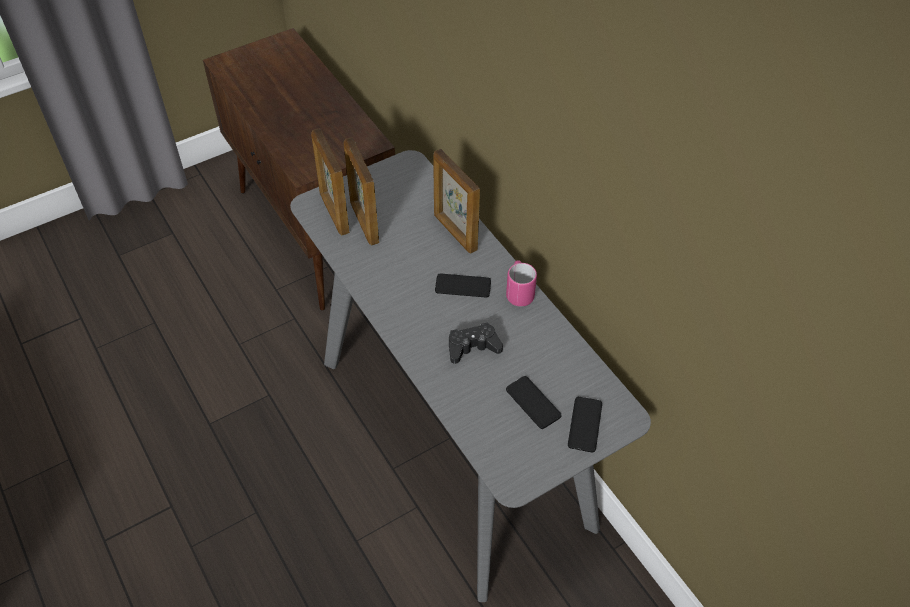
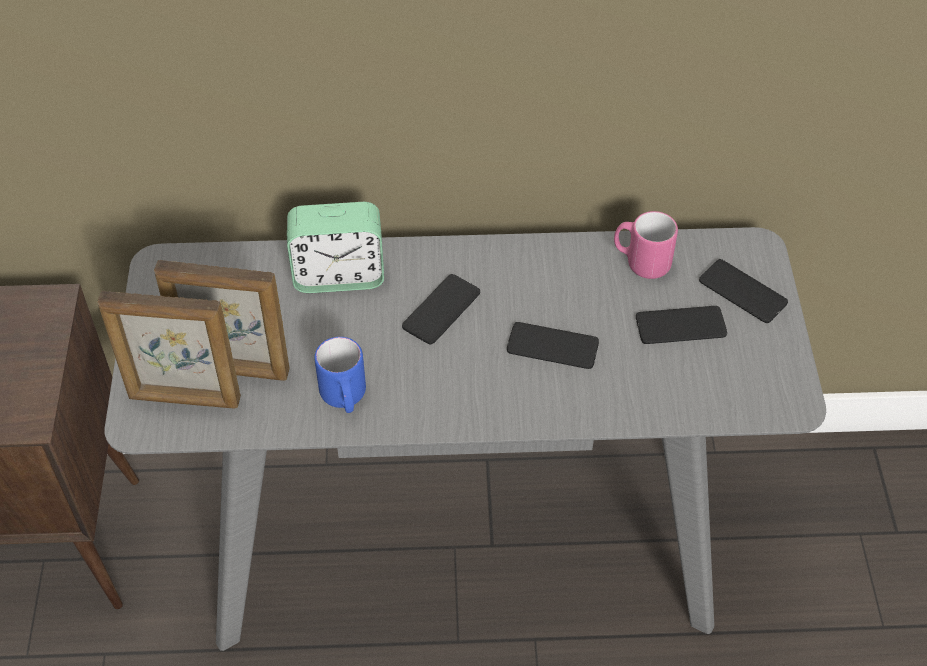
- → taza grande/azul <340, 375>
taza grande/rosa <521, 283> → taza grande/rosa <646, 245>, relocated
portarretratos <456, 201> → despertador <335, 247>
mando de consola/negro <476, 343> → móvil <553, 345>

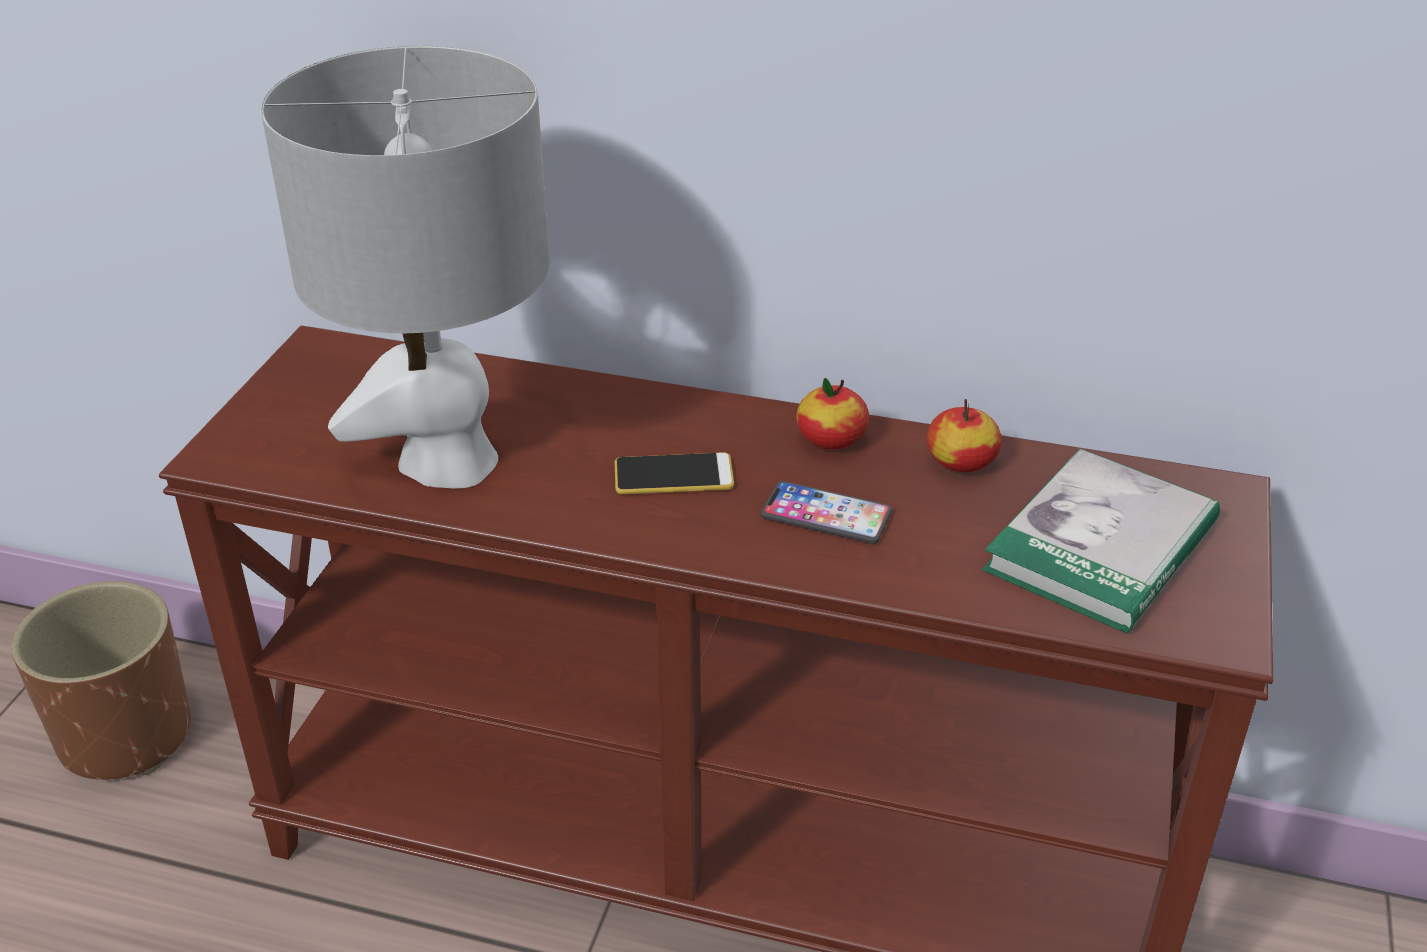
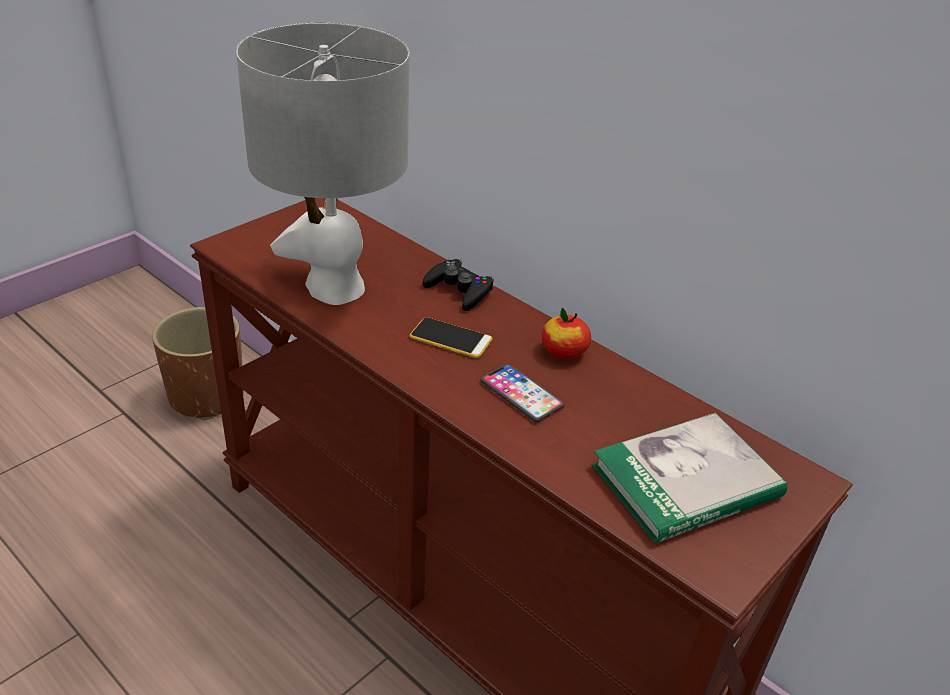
manzana <964, 435> → -
- → mando de consola/negro <458, 285>

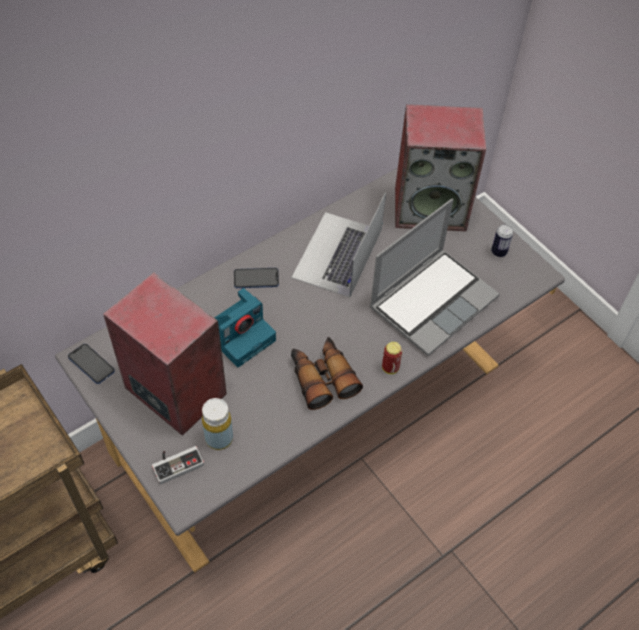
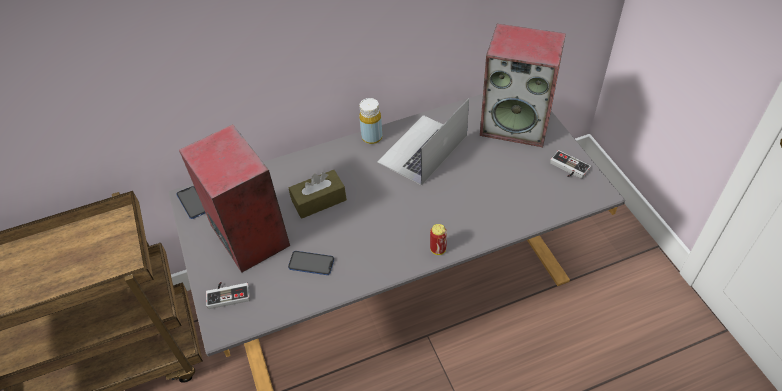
prismáticos <327, 373> → -
portátil <434, 277> → -
botella/amarillo <217, 424> → botella/amarillo <370, 121>, relocated
móvil <256, 278> → móvil <311, 263>, relocated
cámara <245, 327> → caja de pañuelos/marrón <318, 194>
lata <502, 240> → mando de consola <570, 164>

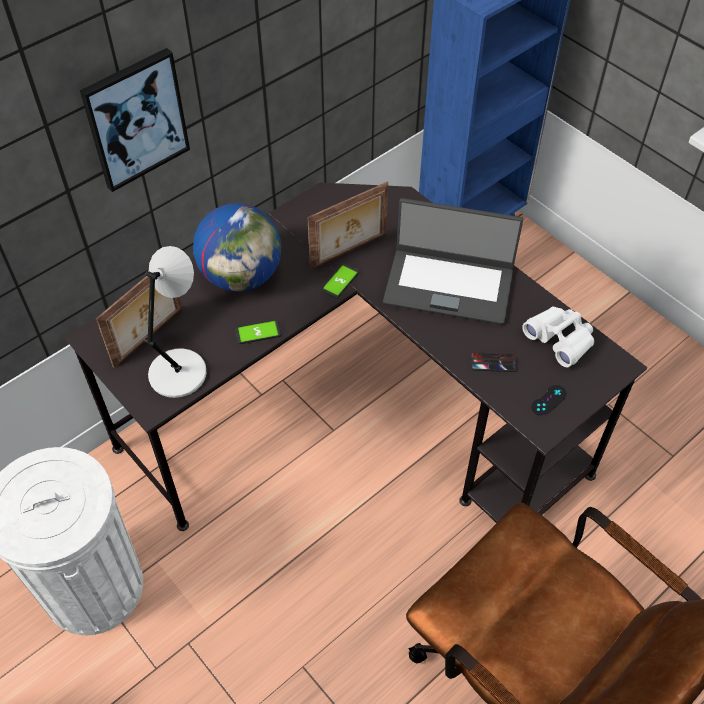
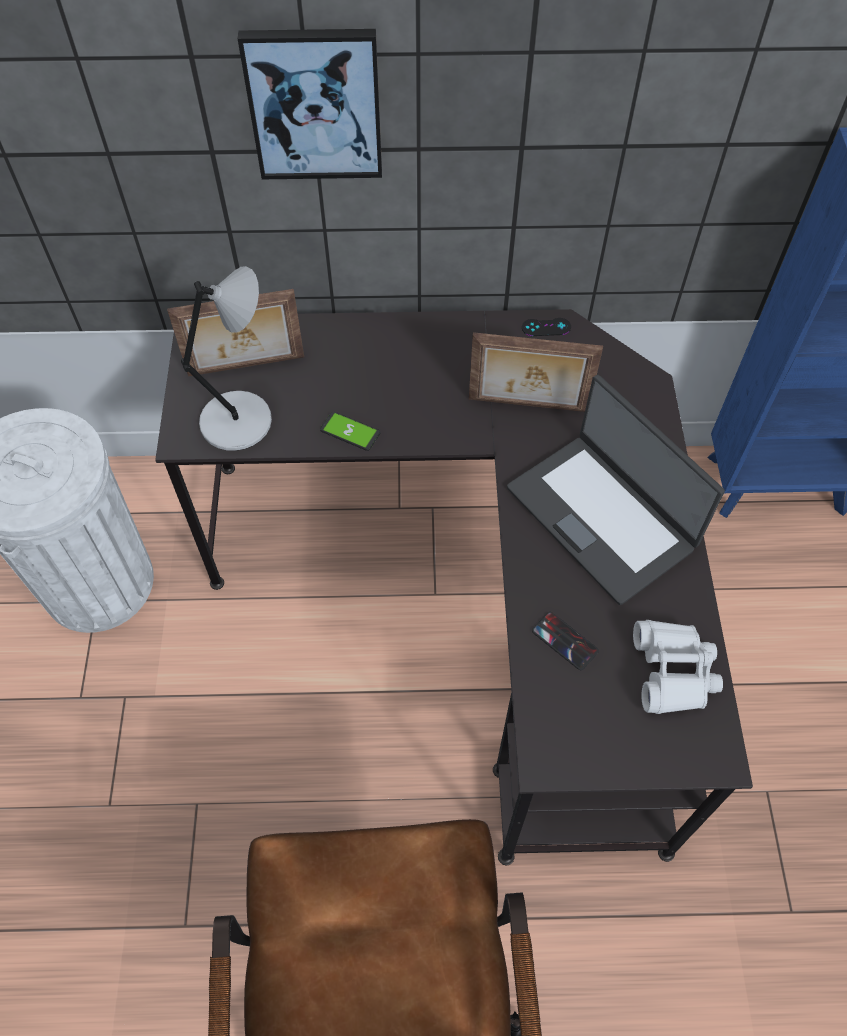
globo terráqueo <237, 247> → -
móvil <340, 281> → -
mando de consola/negro <549, 400> → mando de consola/negro <546, 327>, relocated

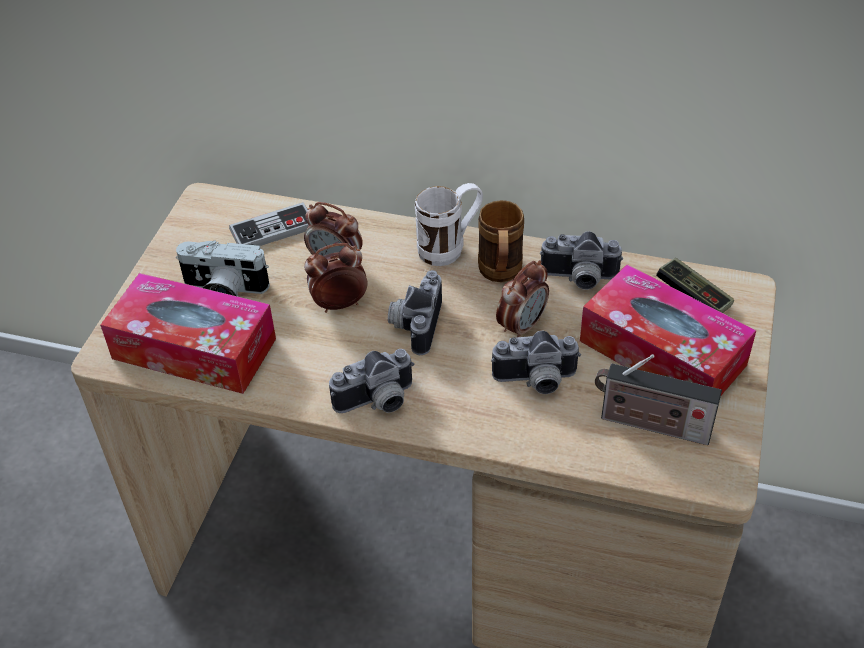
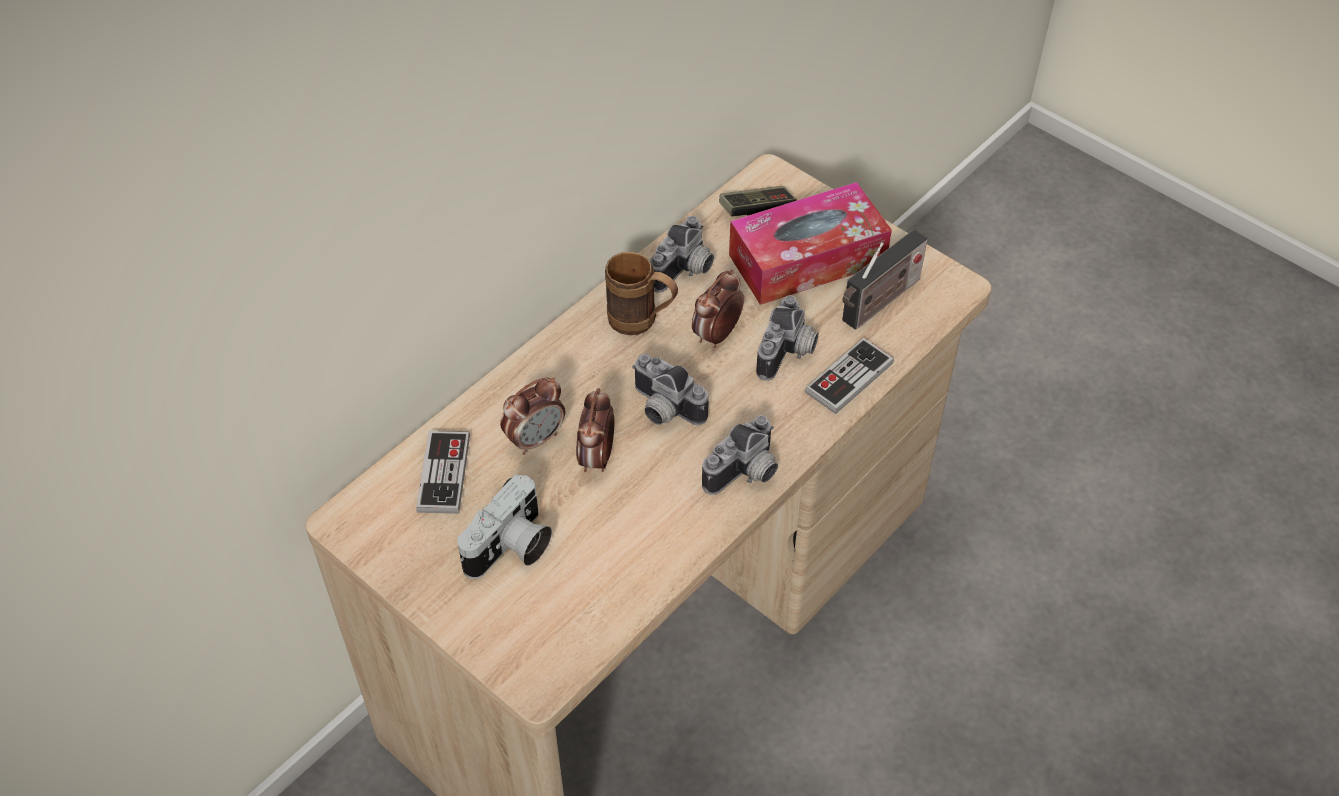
caja de pañuelos <188, 333> → -
taza grande/blanco <449, 224> → -
- → mando de consola <849, 376>
cámara <372, 381> → cámara <740, 455>, 45 degrees clockwise
despertador <522, 298> → despertador <718, 308>, 120 degrees counterclockwise

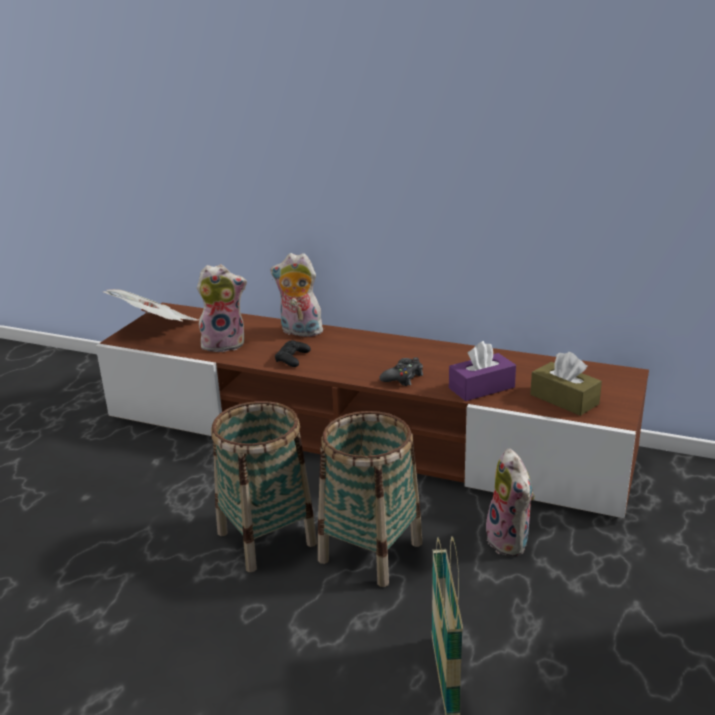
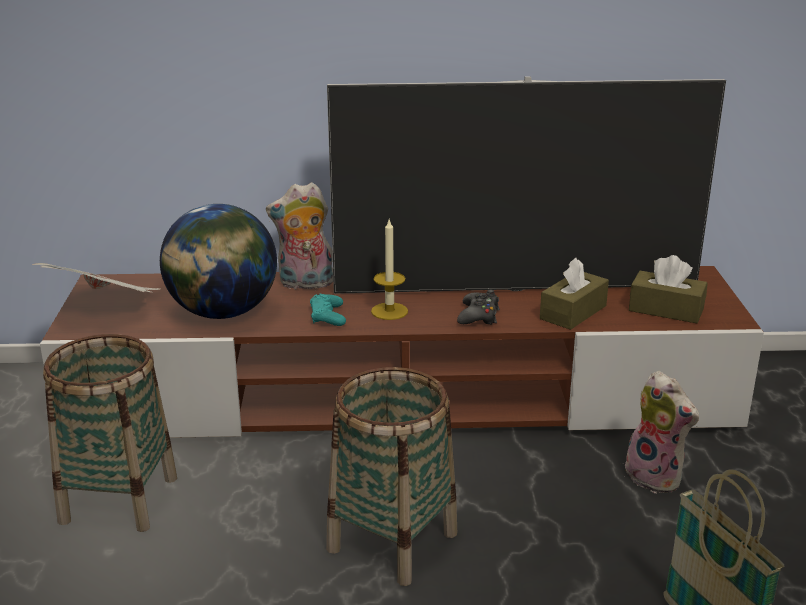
- → televisor <526, 185>
- → vela <389, 270>
cesta <370, 499> → cesta <110, 433>, relocated
peluche <222, 308> → globo terráqueo <218, 261>
mando de consola/negro <293, 353> → mando de consola/turquesa <328, 310>
caja de pañuelos/morado <482, 371> → caja de pañuelos/marrón <574, 294>

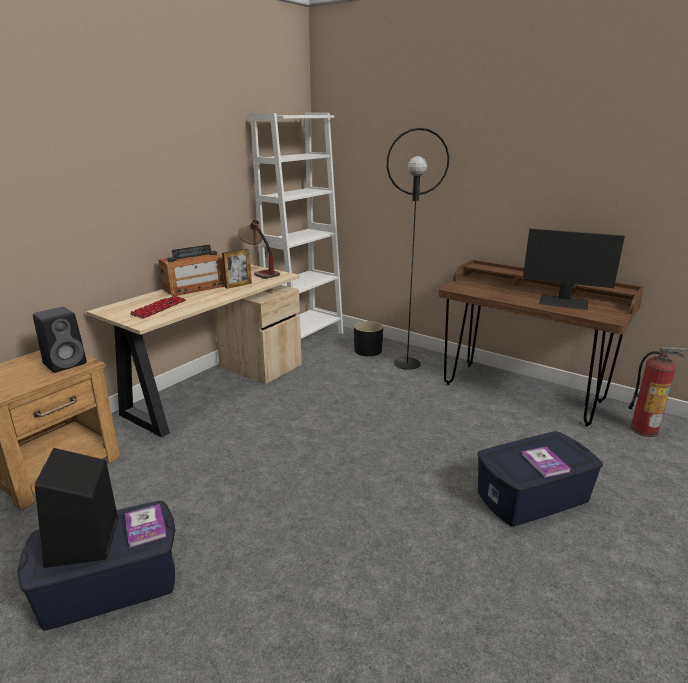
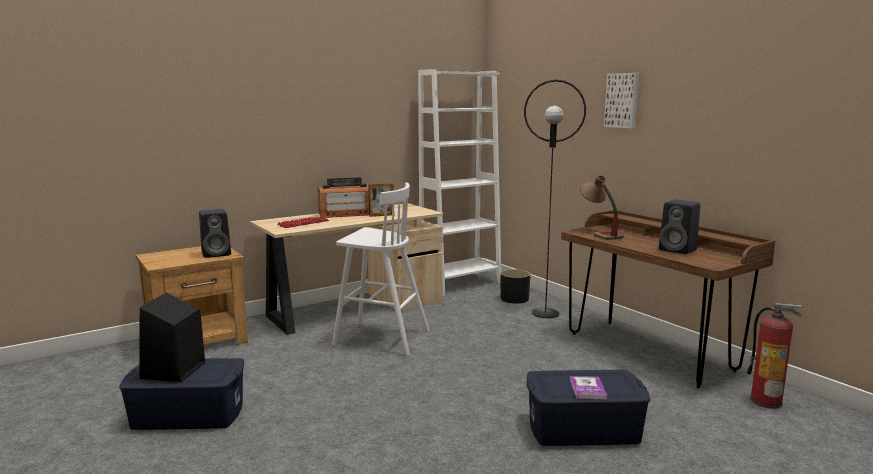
libro <146, 526> → -
- → taburete/blanco <381, 269>
- → cuadro <621, 100>
lámpara de mesa <259, 249> → lámpara de mesa <602, 207>, relocated
monitor <574, 269> → altavoz/negro <679, 227>

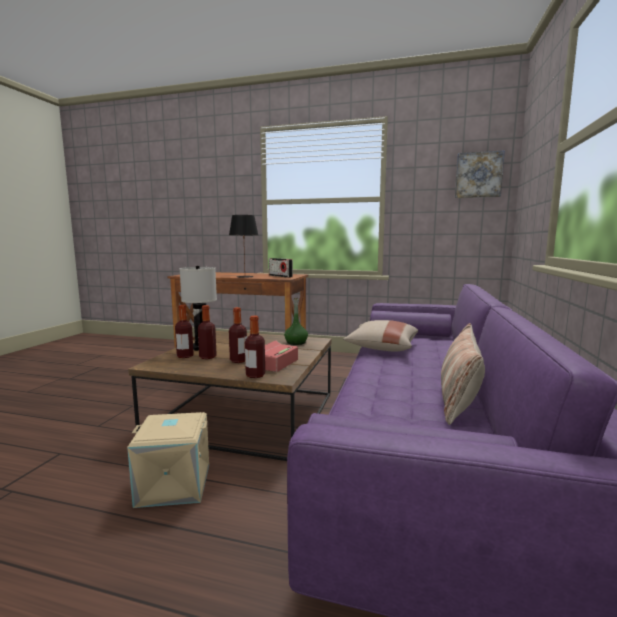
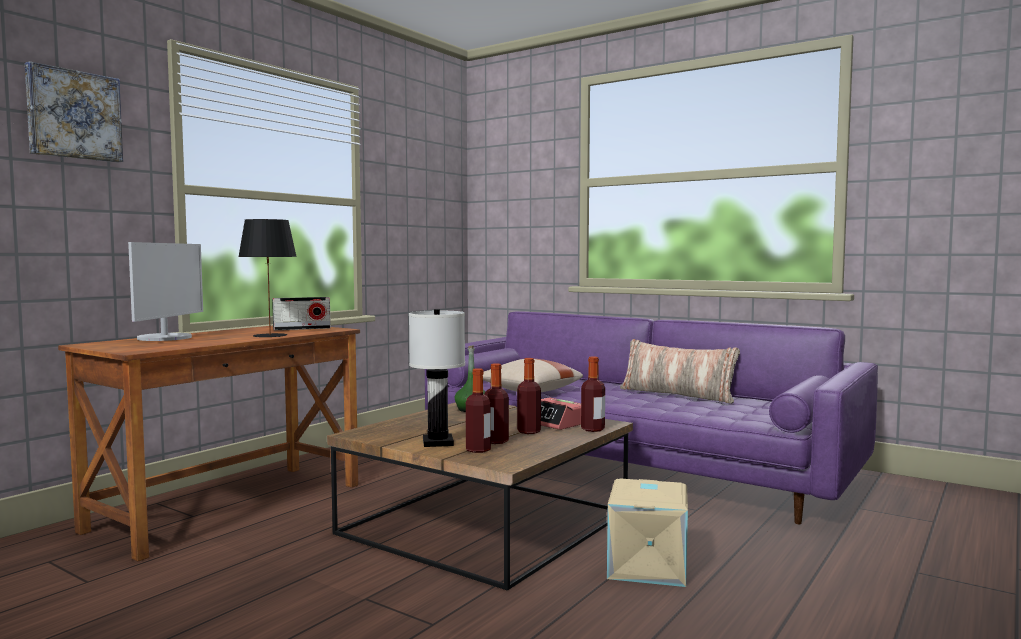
- → monitor <165, 291>
cuadro <480, 174> → cuadro <74, 111>, relocated

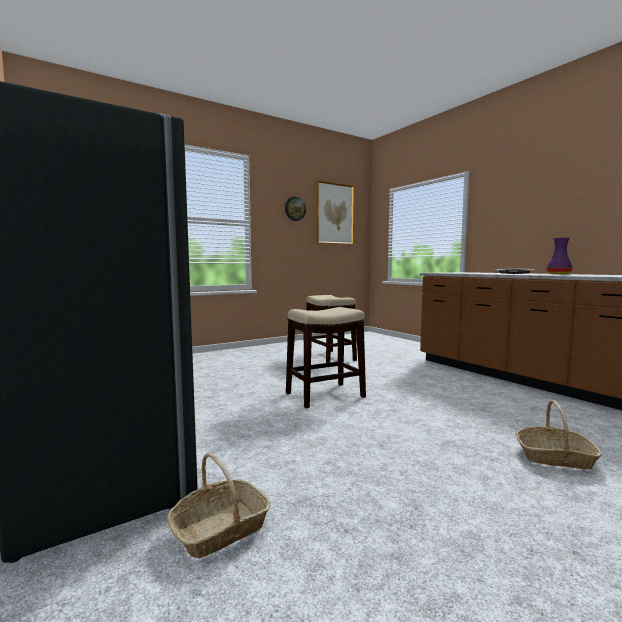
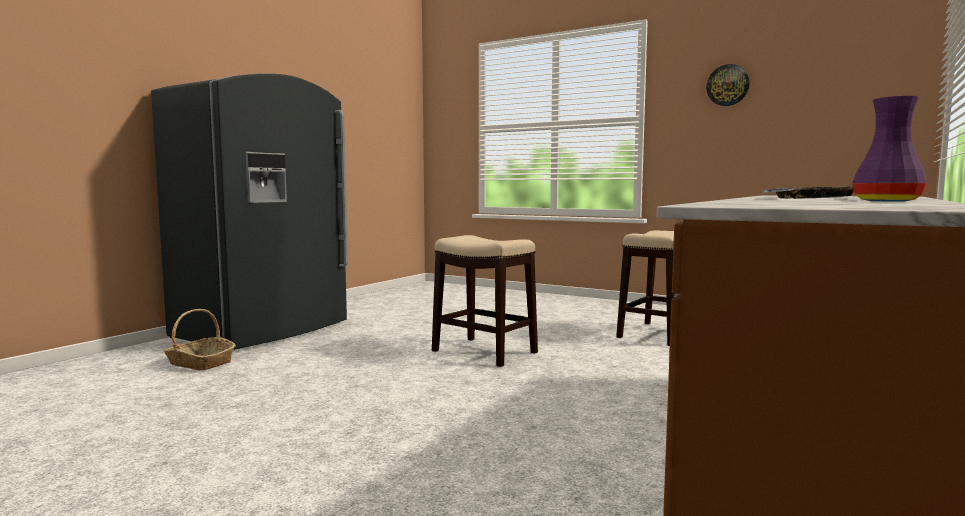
cuadro <335, 212> → -
cesta <558, 435> → -

